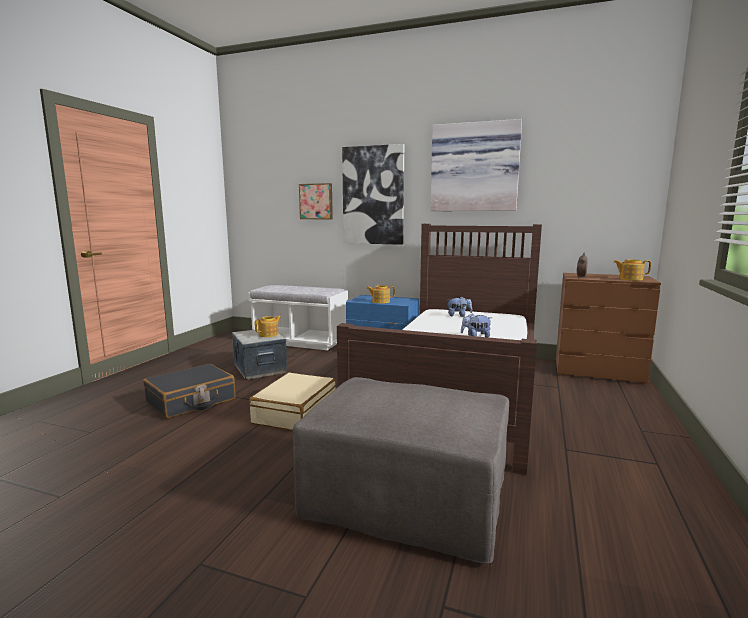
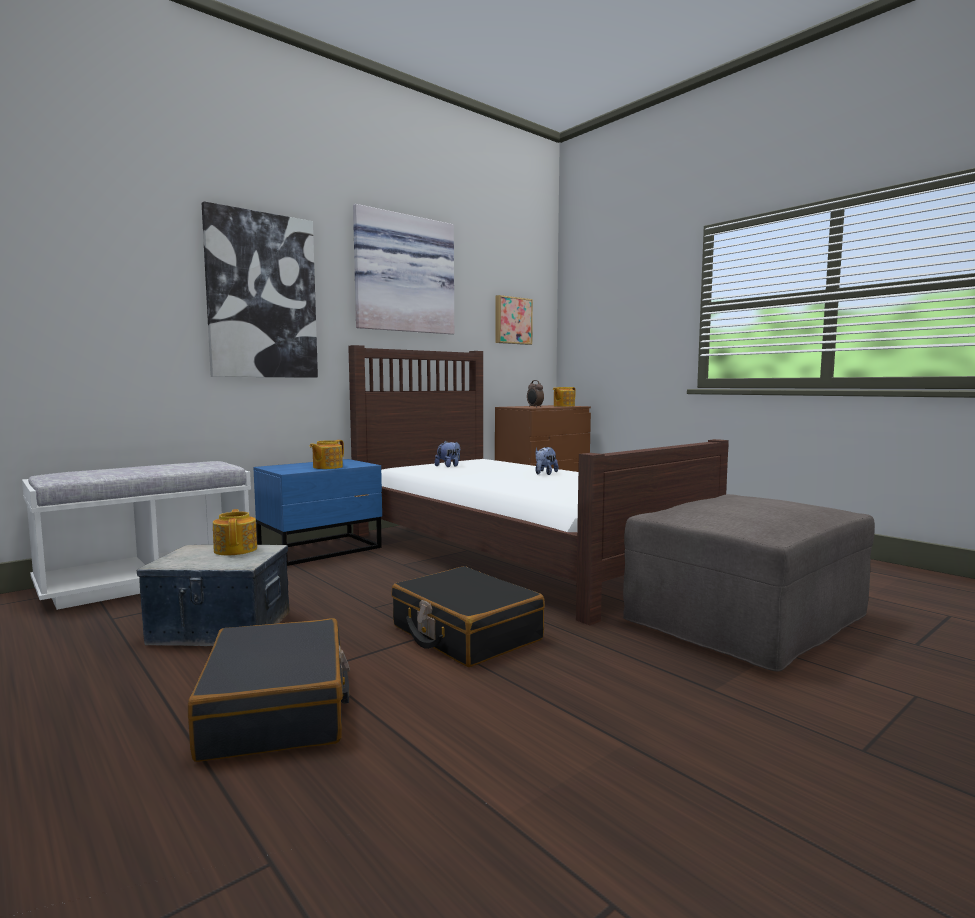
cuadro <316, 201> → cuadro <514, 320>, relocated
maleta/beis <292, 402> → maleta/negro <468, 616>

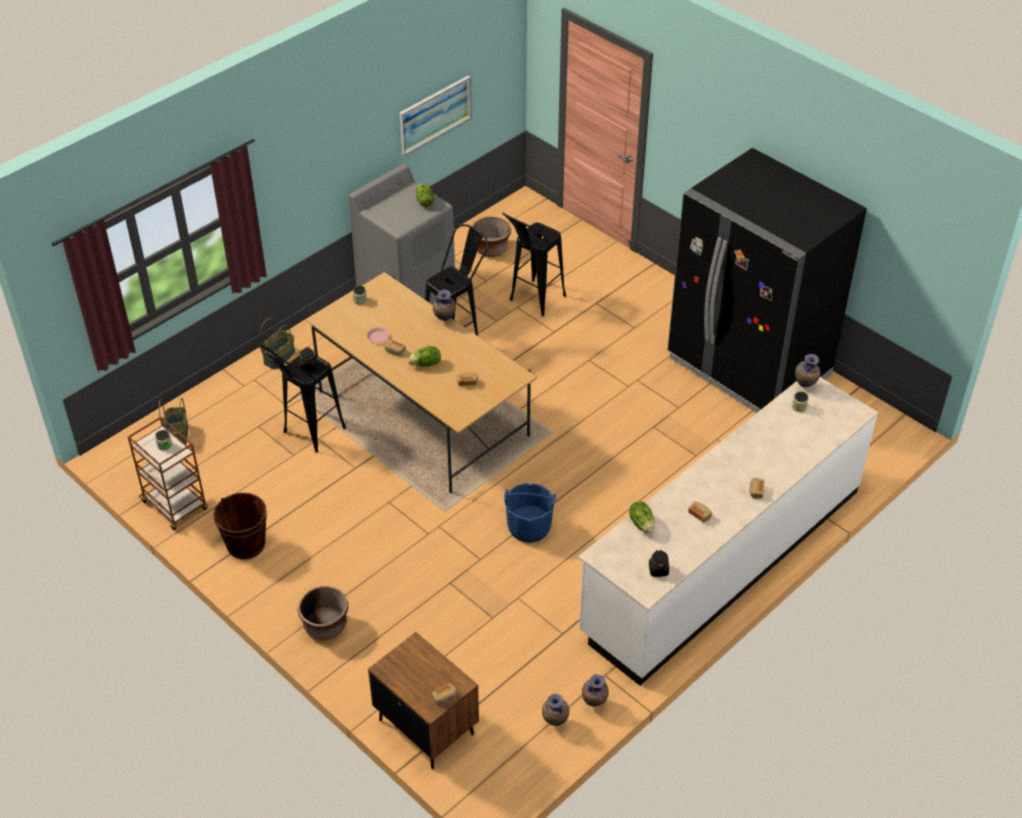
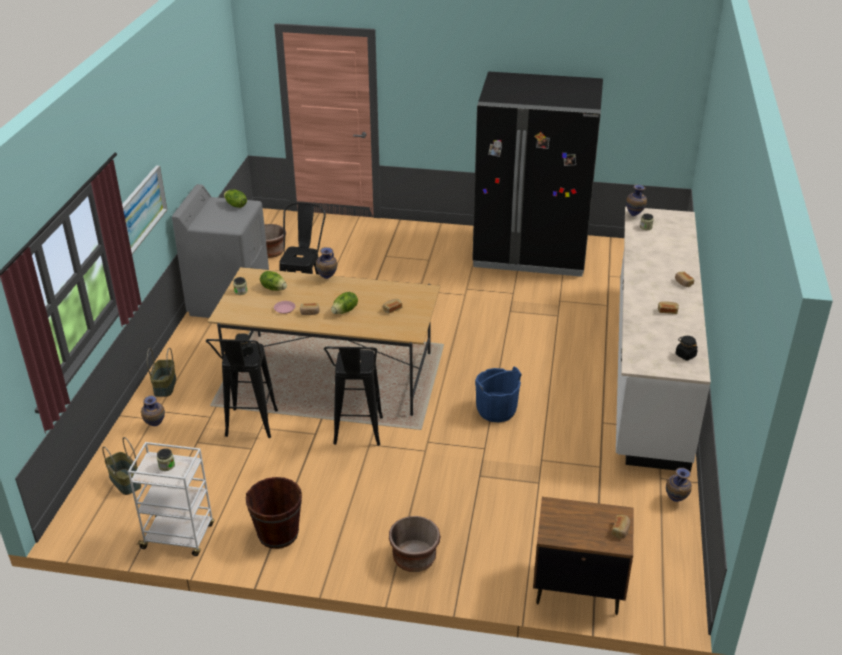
cuadro <435, 116> → cuadro <144, 210>, relocated
taburete/negro <534, 265> → taburete/negro <353, 396>, relocated
florero <555, 710> → florero <153, 410>, relocated
lechuga <641, 517> → lechuga <273, 281>, relocated
carrito/marrón <168, 473> → carrito/blanco <171, 499>

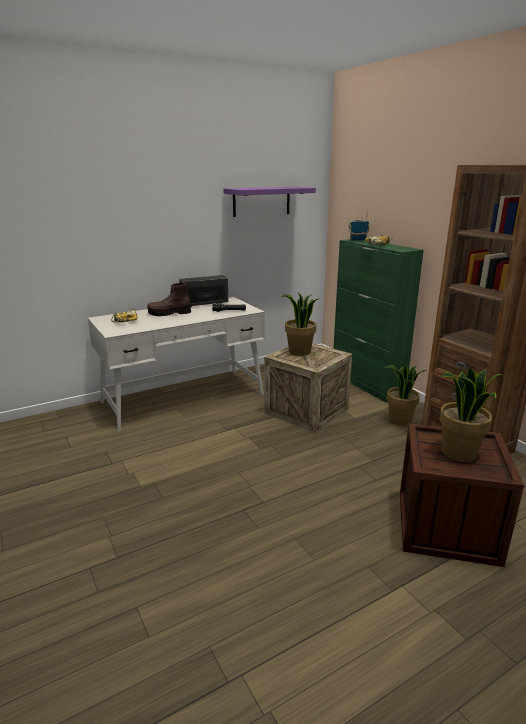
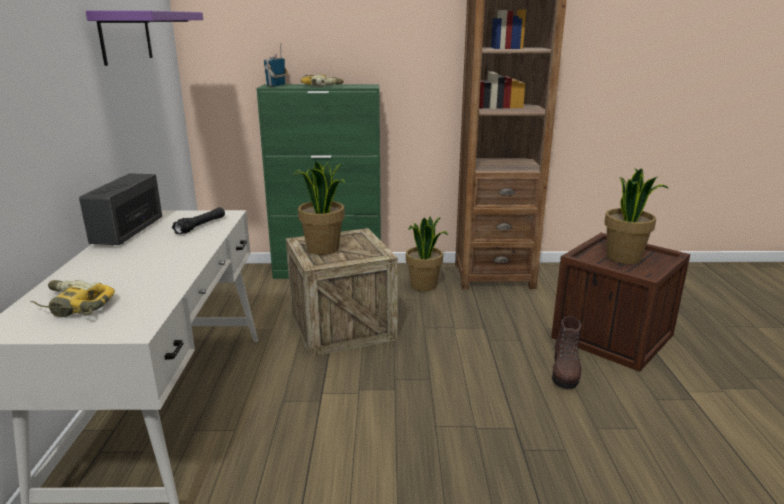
bota/marrón <169, 299> → bota/marrón <567, 352>, relocated

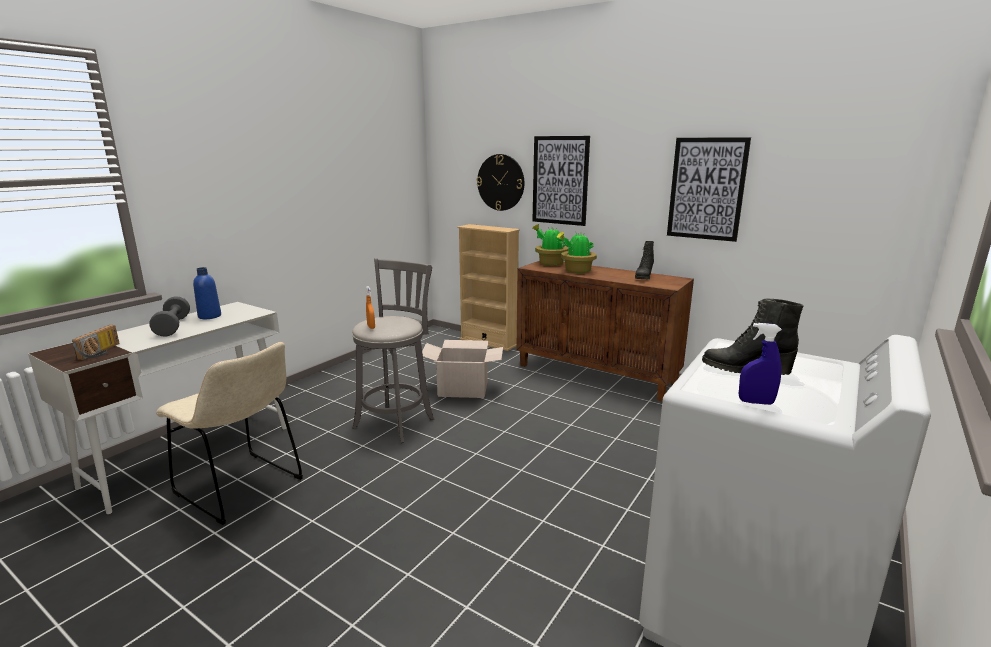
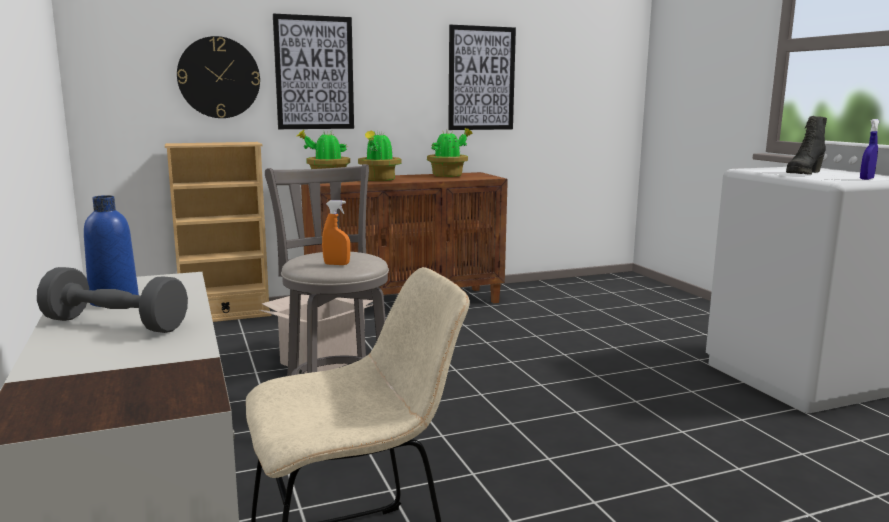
radio <95, 342> → -
bota/negro <644, 260> → planta en maceta <450, 152>

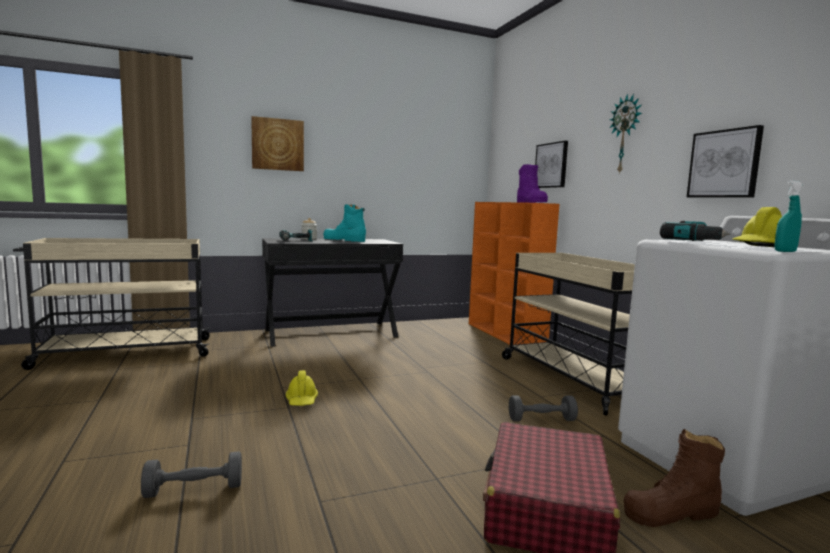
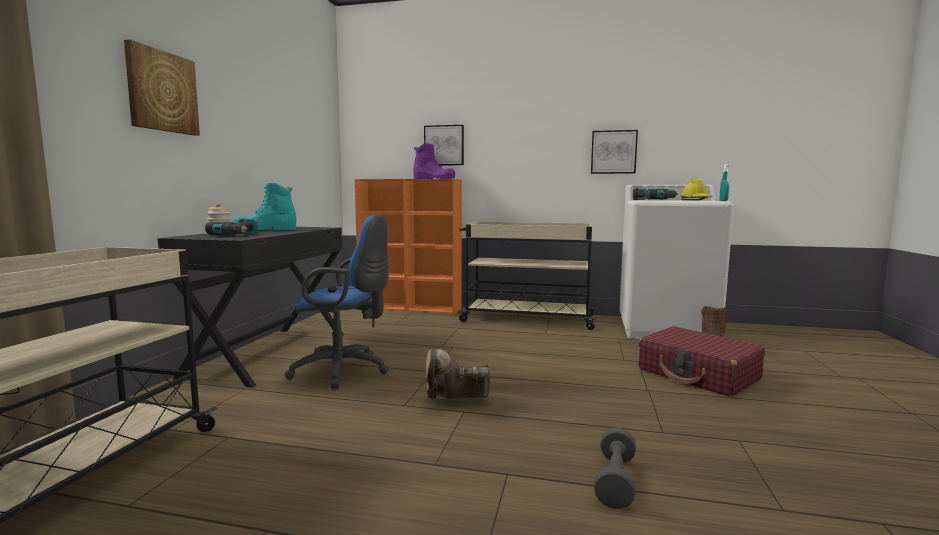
mancuerna/gris <543, 408> → -
reloj de pared <625, 134> → -
- → silla de oficina/azul <337, 302>
casco/amarillo <301, 388> → bota/marrón <458, 374>

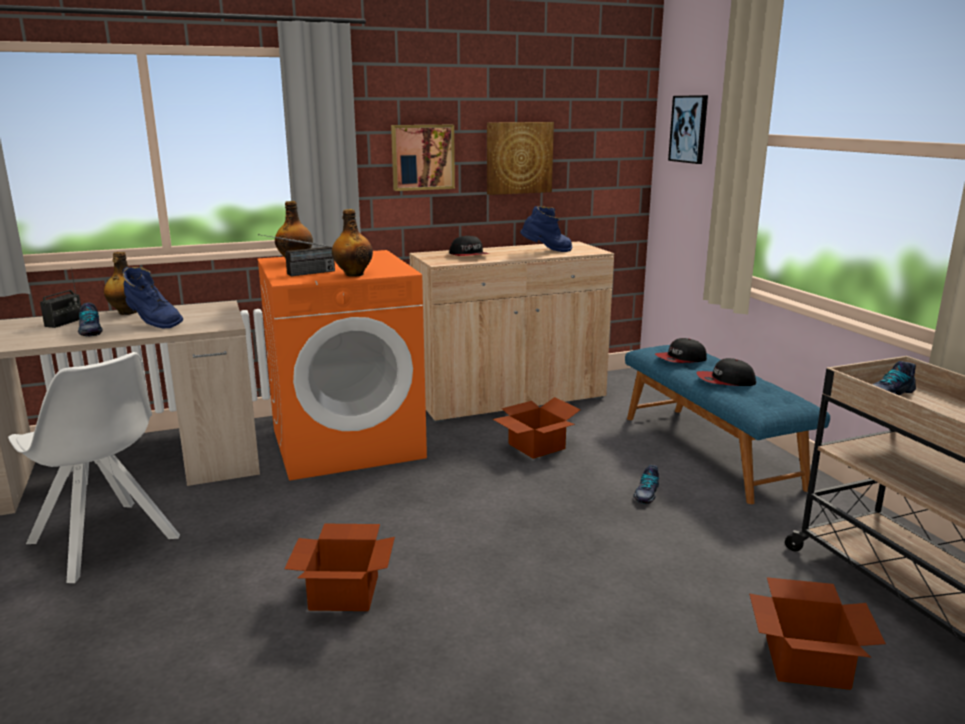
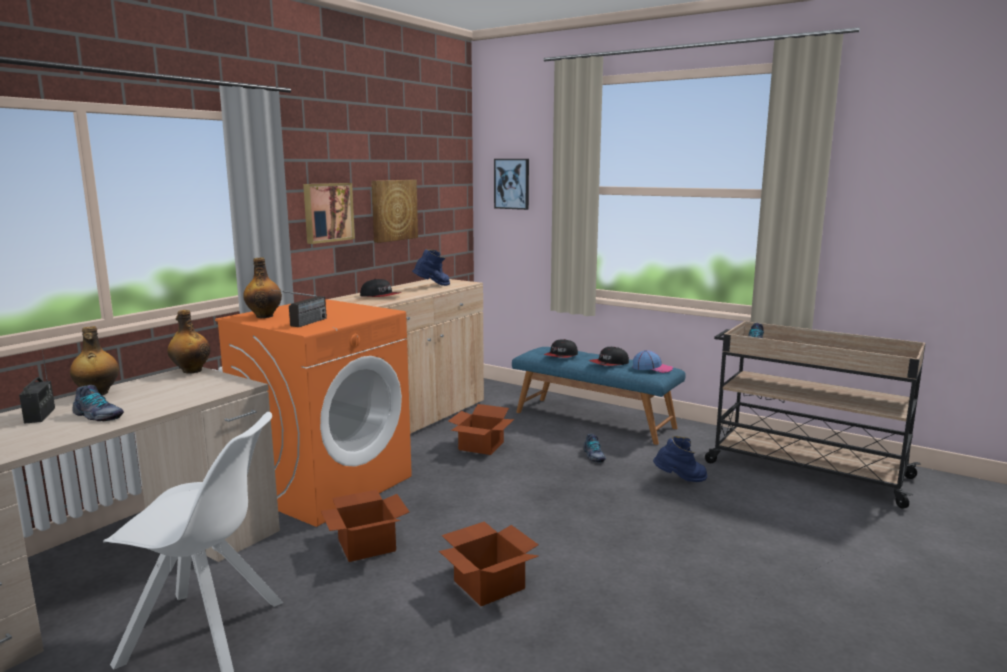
- → gorra <653, 361>
bota/azul <152, 297> → bota/azul <680, 459>, relocated
botella <352, 243> → botella <188, 342>, relocated
caja de cartón <817, 633> → caja de cartón <365, 526>, relocated

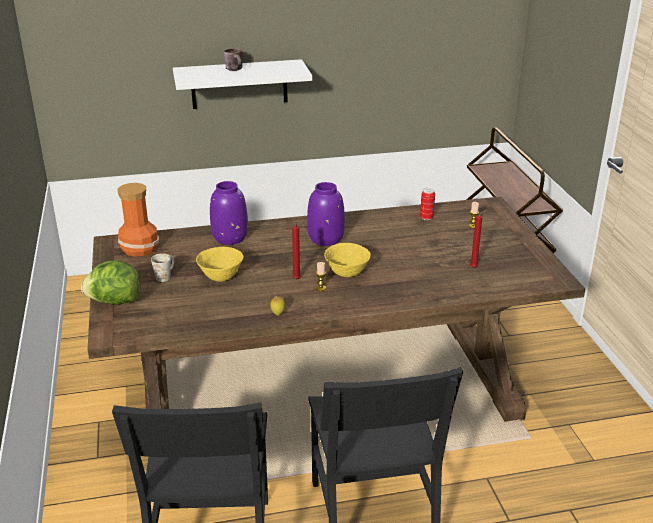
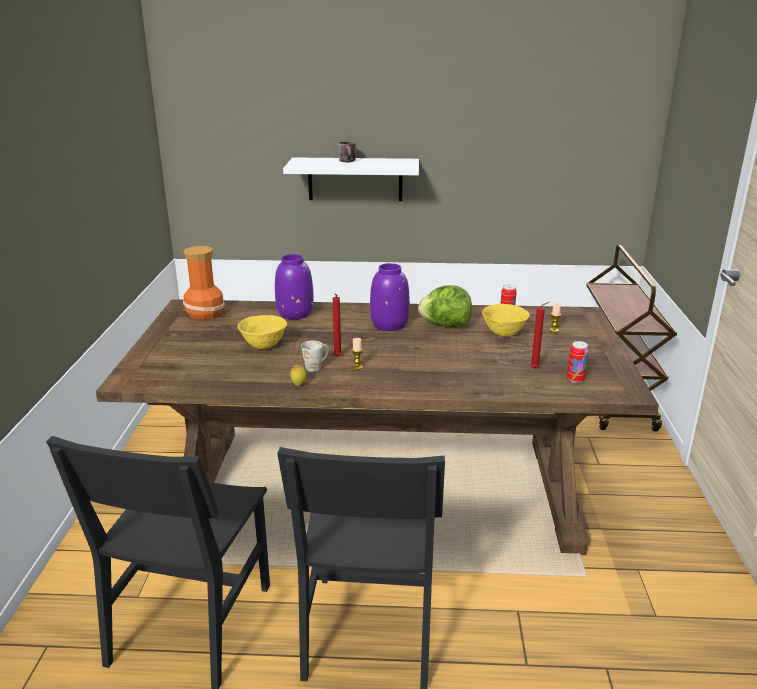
- → lata <578, 362>
lechuga <110, 283> → lechuga <445, 306>, relocated
taza grande/blanco <162, 267> → taza grande/blanco <315, 356>, relocated
cuenco/amarillo <347, 260> → cuenco/amarillo <505, 320>, relocated

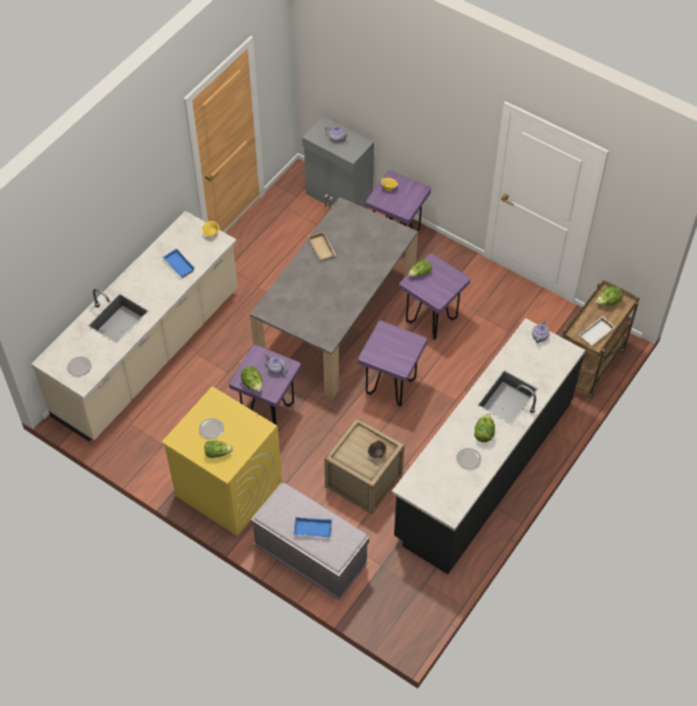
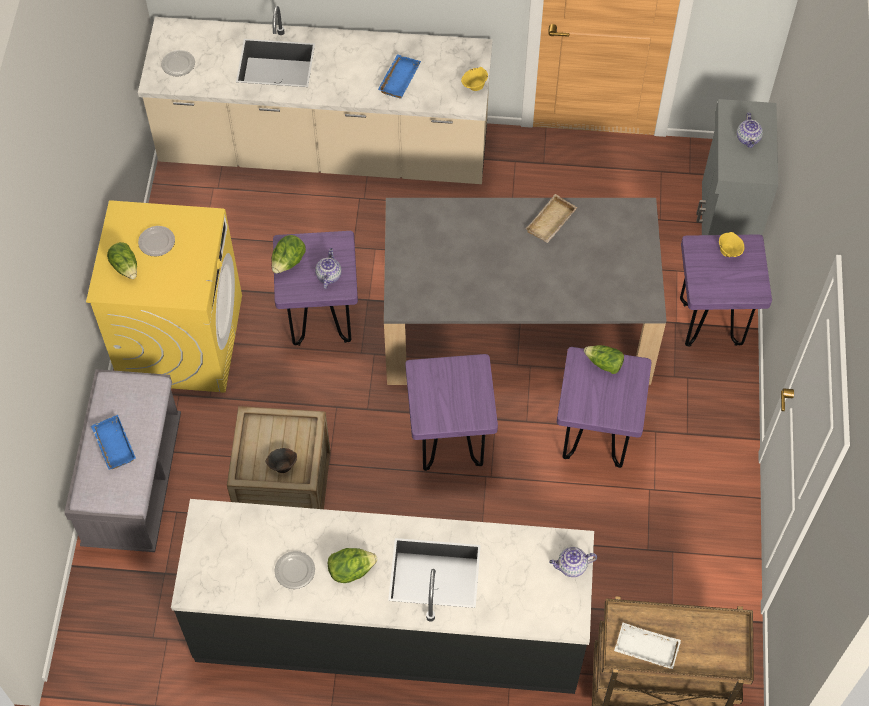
lechuga <609, 295> → -

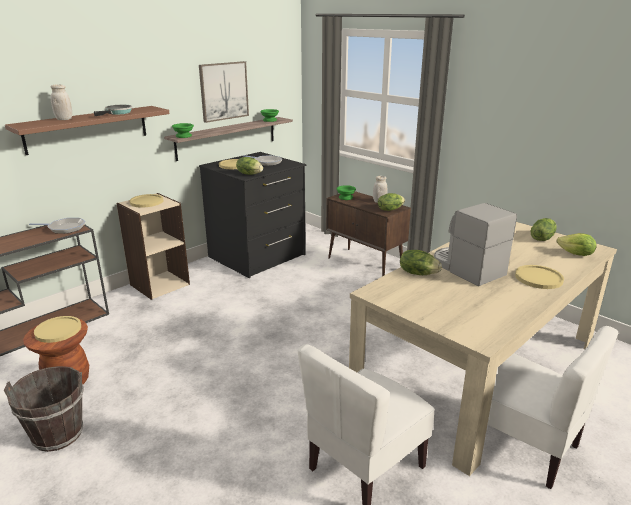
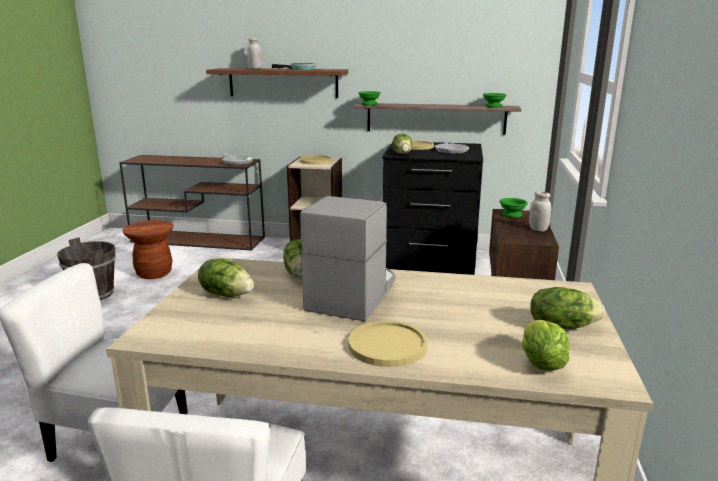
plato/amarillo <57, 329> → -
cuadro <224, 92> → -
lechuga <391, 202> → lechuga <226, 277>, relocated

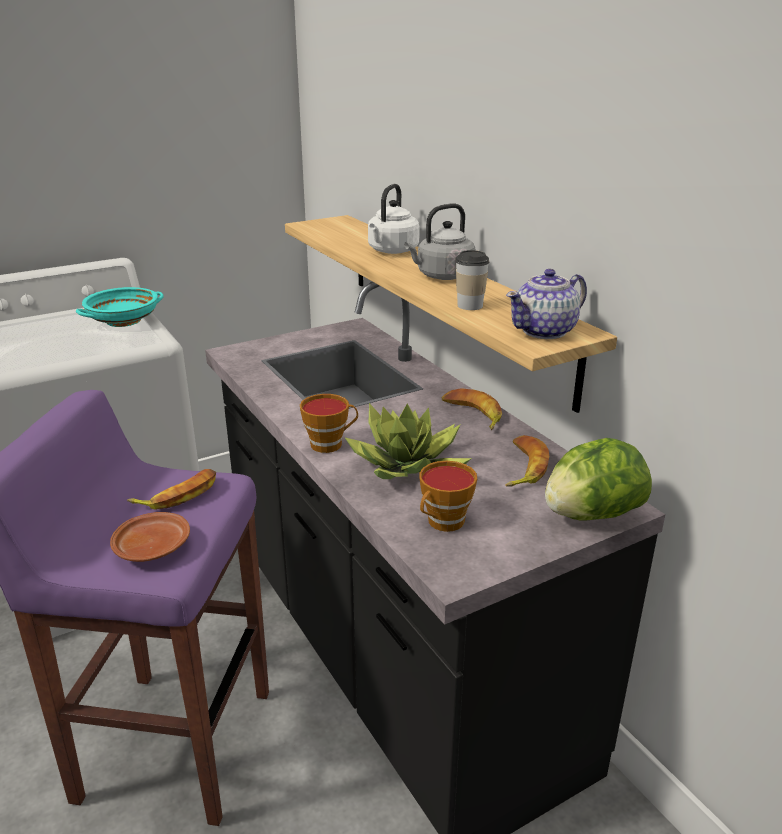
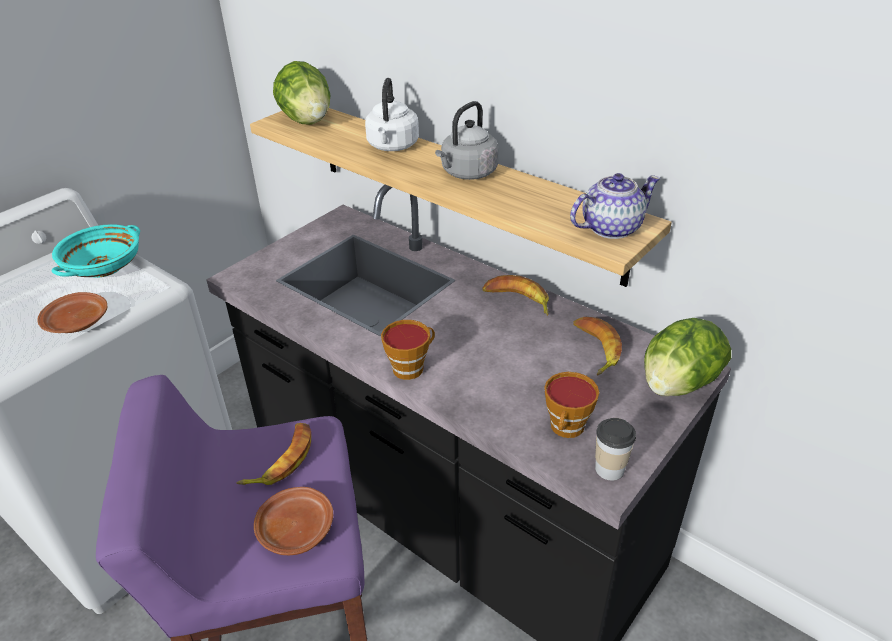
planta en maceta <408, 441> → -
- → plato/marrón <72, 312>
- → lechuga <301, 93>
taza <472, 280> → taza <615, 449>, relocated
tetera <546, 304> → tetera <615, 206>, 150 degrees counterclockwise

